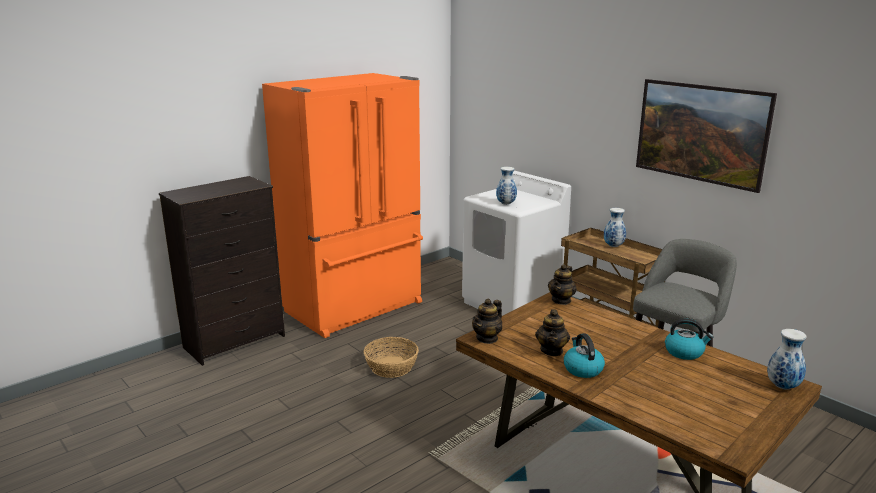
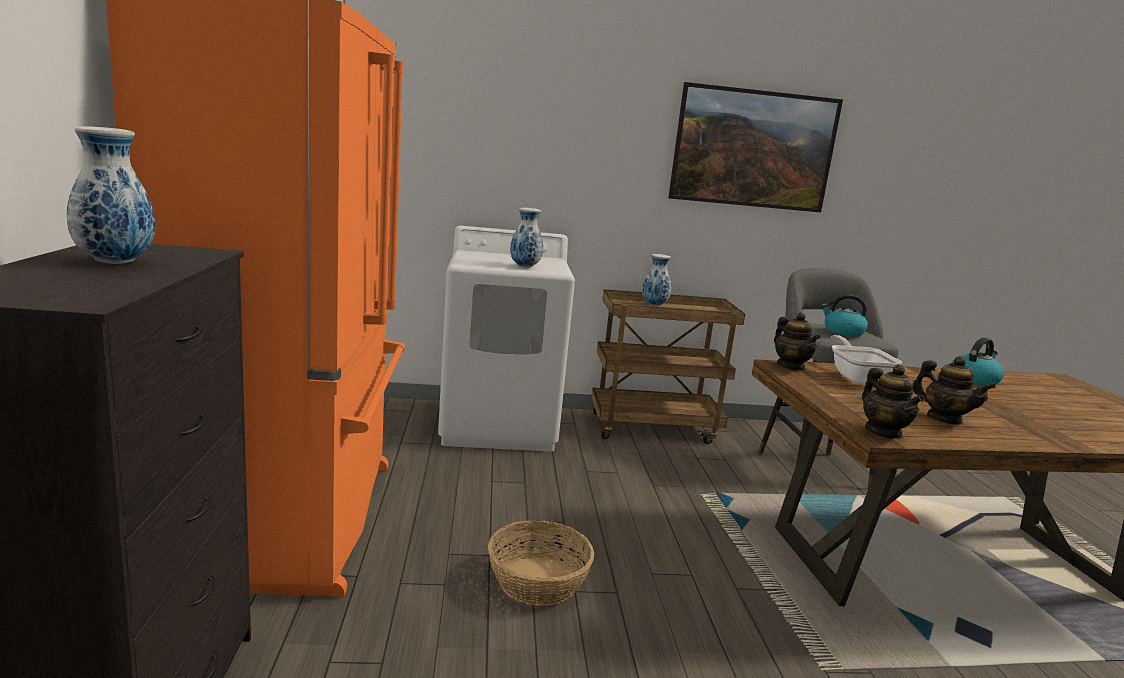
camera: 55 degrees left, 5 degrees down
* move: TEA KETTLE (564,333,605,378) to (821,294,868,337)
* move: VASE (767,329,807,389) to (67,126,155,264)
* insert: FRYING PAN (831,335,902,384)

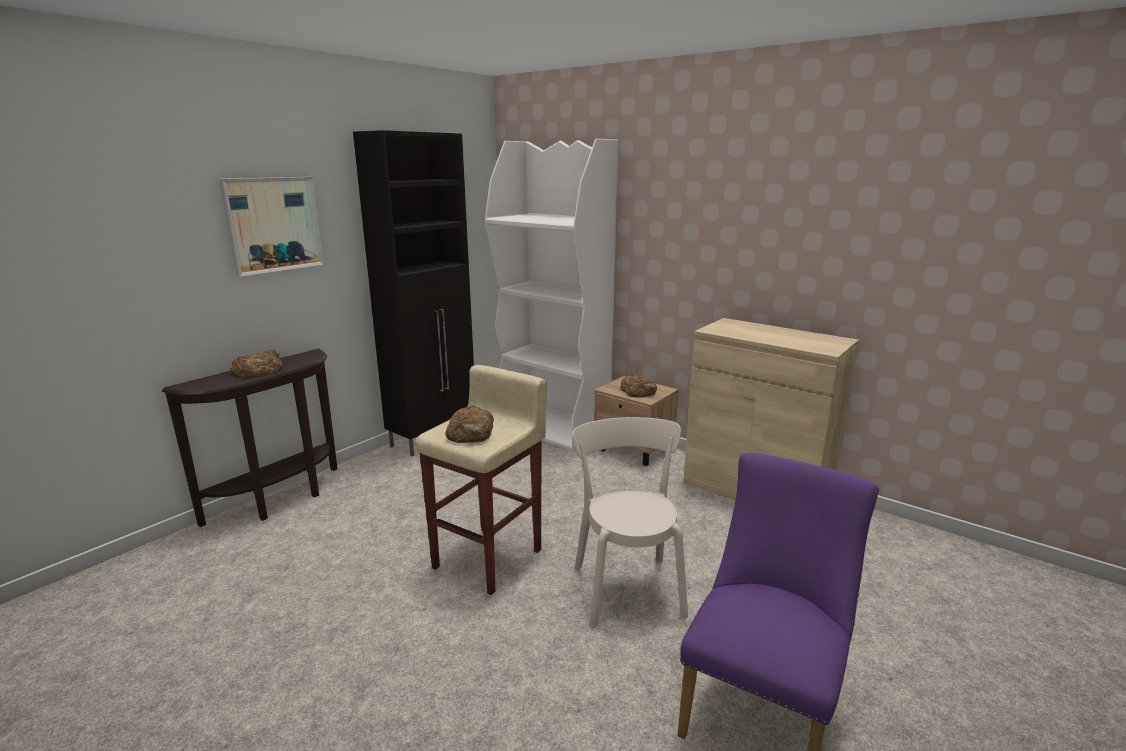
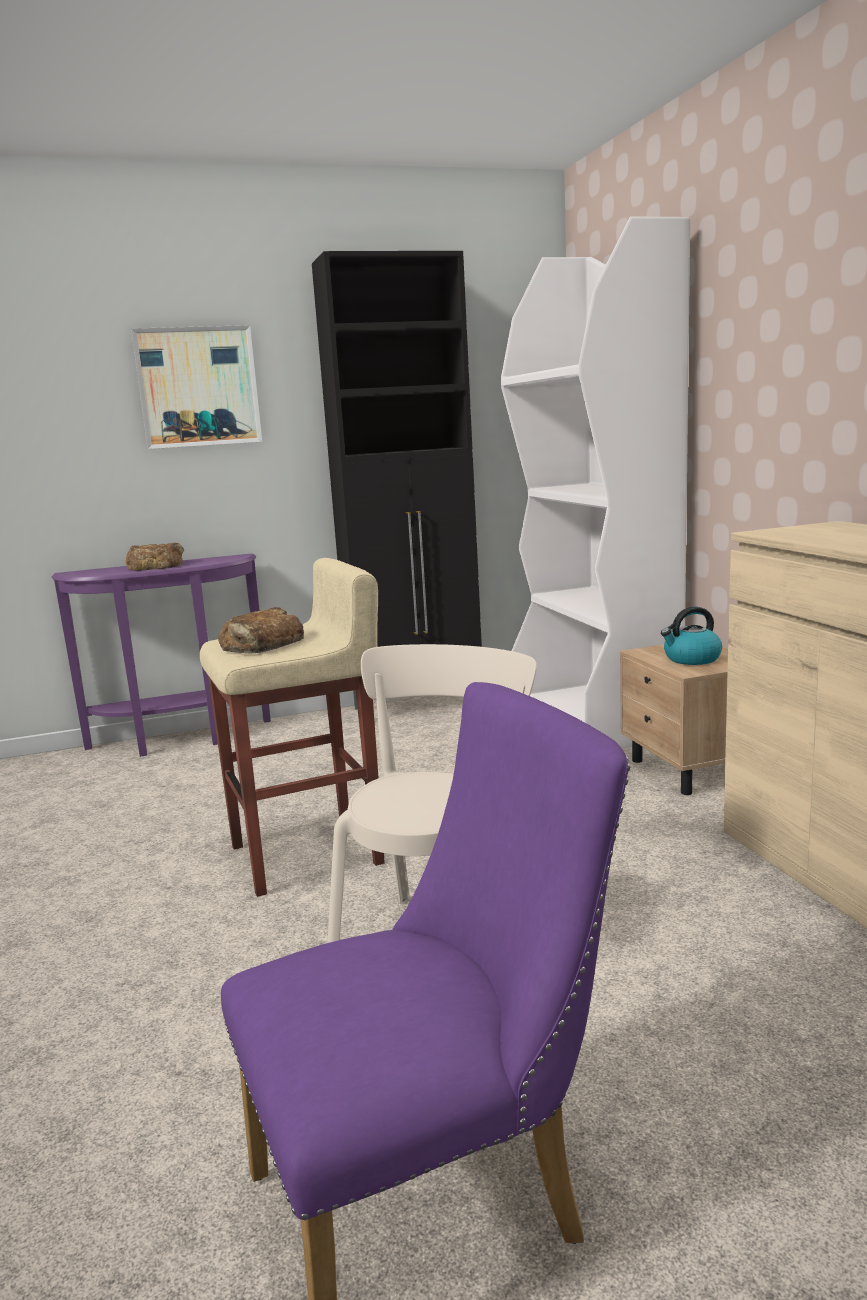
camera: 35 degrees right, 5 degrees down
* recolor: BROWN-COLOURED NARROW TABLE (162,349,337,527) to PURPLE-COLOURED NARROW TABLE (51,553,271,757)
* replace: BAKERY BREAD (620,373,657,398) to TEA KETTLE (661,607,722,665)

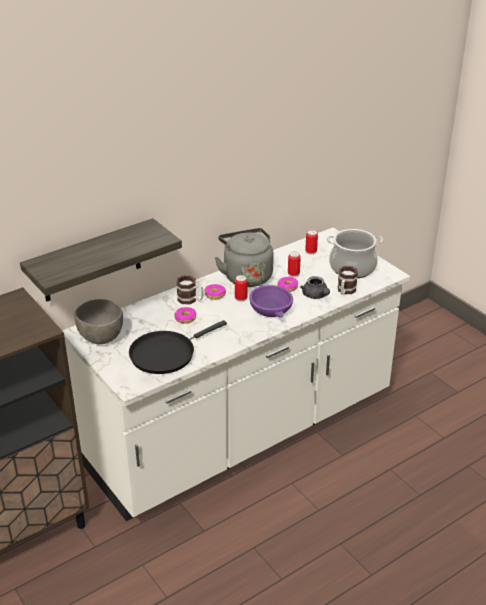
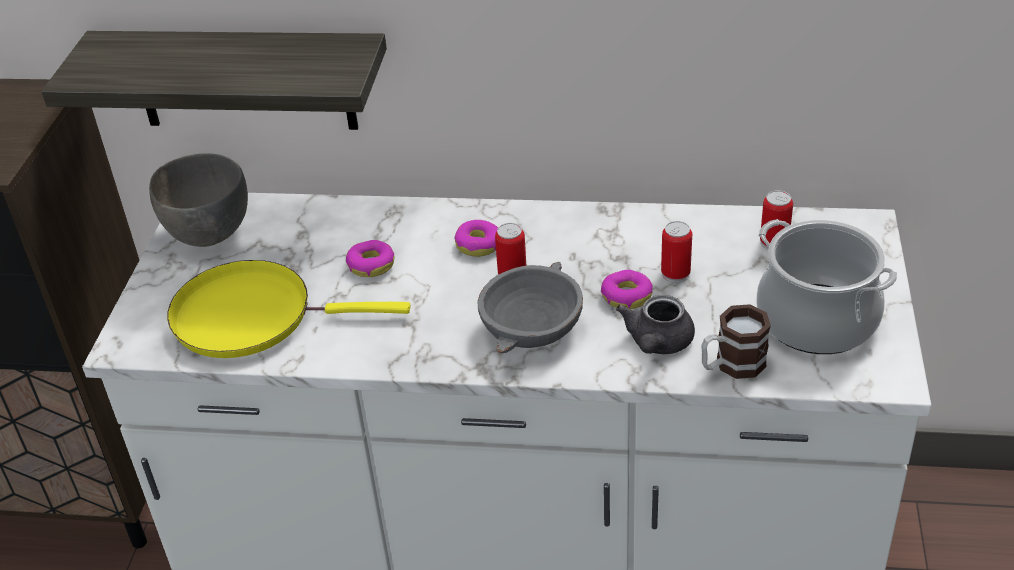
camera: 45 degrees right, 5 degrees up
* recolor: BLACK-COLOURED FRYING PAN (129,320,227,374) to YELLOW-COLOURED FRYING PAN (167,260,411,358)
* delete: COFFEE MUG (176,276,204,304)
* delete: GREYISH TEA KETTLE (215,228,274,287)
* recolor: PURPLE-COLOURED BOWL (249,284,293,317) to GREYISH BOWL (478,262,583,353)

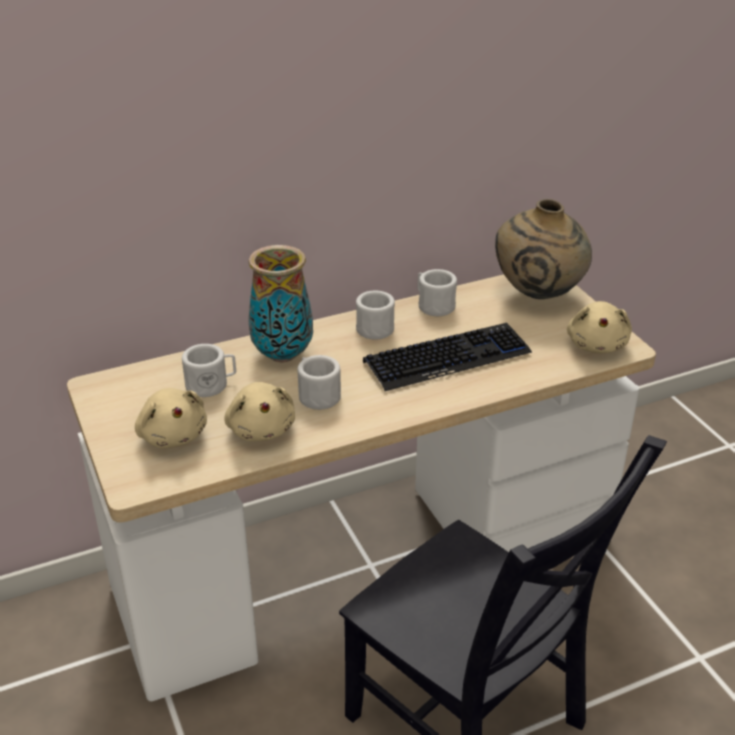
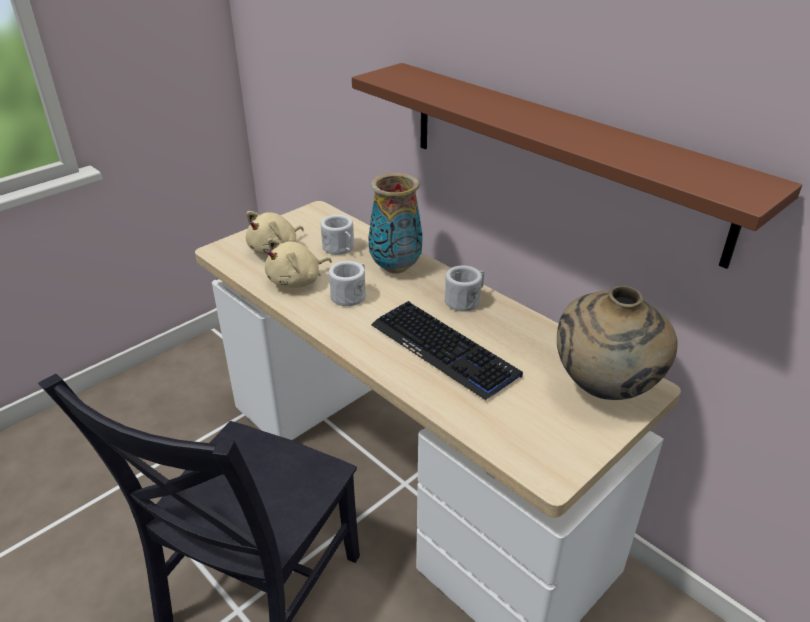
camera: 70 degrees right, 0 degrees up
* delete: WHITISH COFFEE MUG (418,269,457,316)
* delete: BEIGE-COLOURED PLUSH TOY (567,301,632,354)
* insert: BROWN-COLOURED WALL SHELF (352,63,802,269)

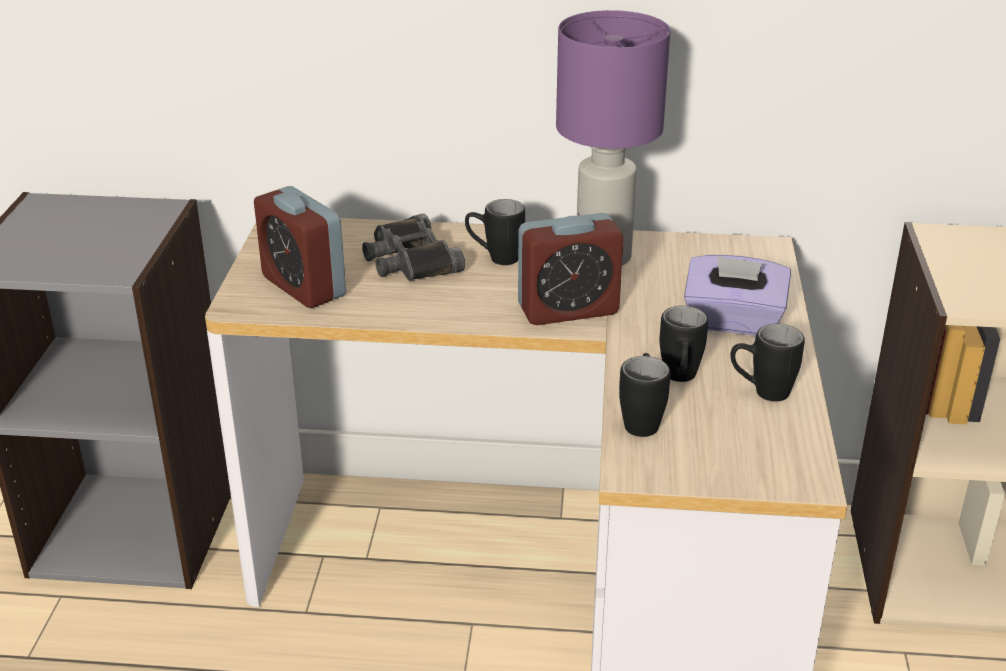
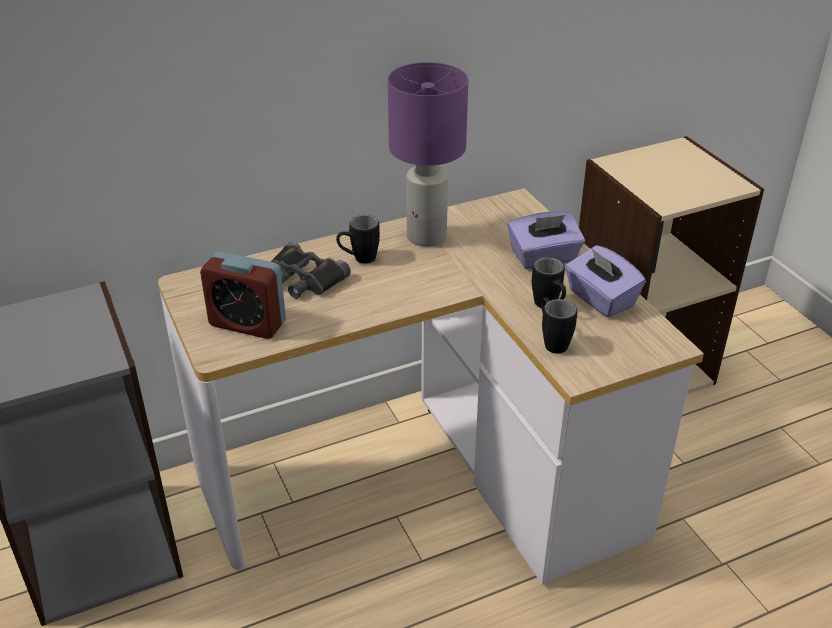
camera: 30 degrees left, 5 degrees up
* delete: BEDSIDE CLOCK (518,213,623,325)
* replace: BLACK-COLOURED COFFEE MUG (730,324,805,402) to PURPLE-COLOURED TISSUE BOX (565,245,646,317)

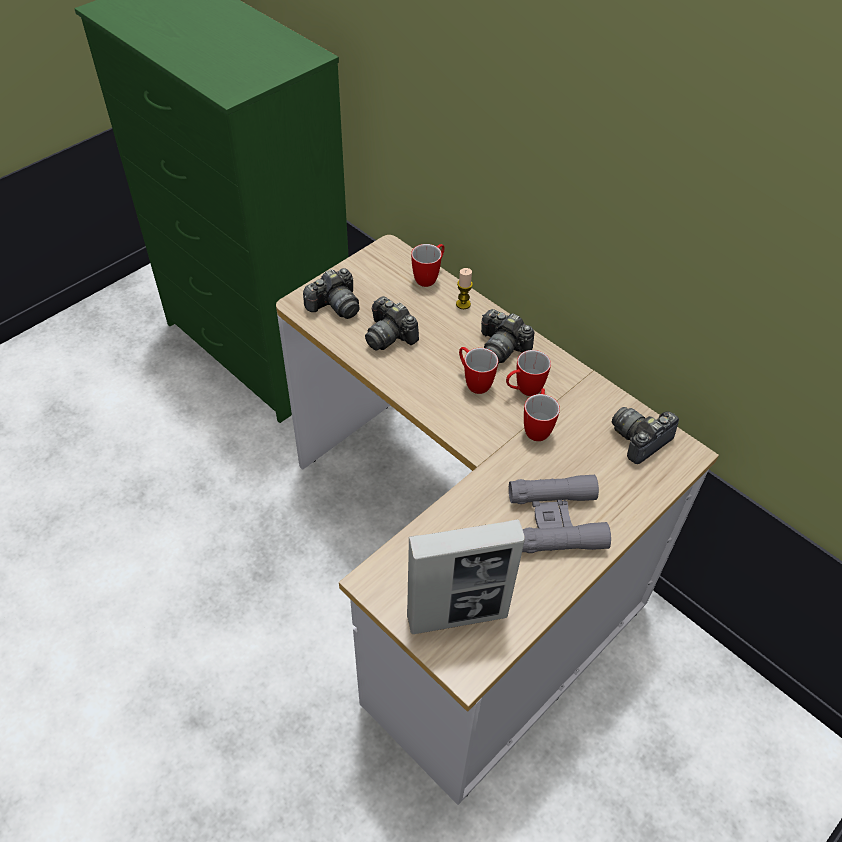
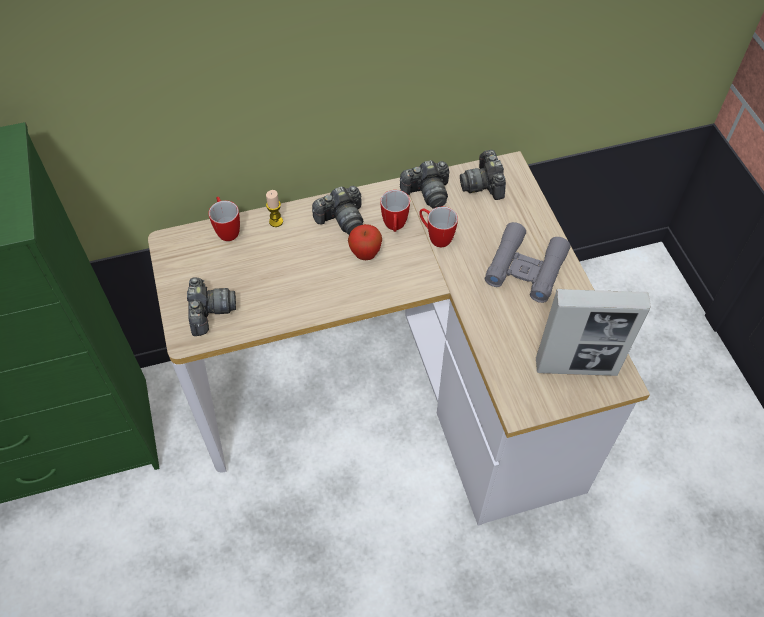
camera: 60 degrees left, 5 degrees up
* move: STILL CAMERA (365,296,419,351) to (400,160,449,209)
* rotate: PICTURE FRAME (407,519,525,634) = (536,289,651,376) 75 degrees clockwise
* replace: COFFEE MUG (459,347,498,394) to APPLE FRUIT (348,224,382,260)

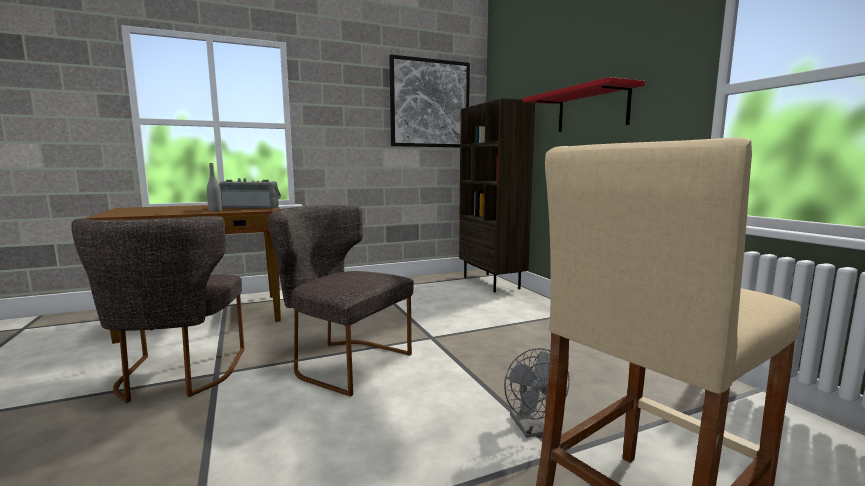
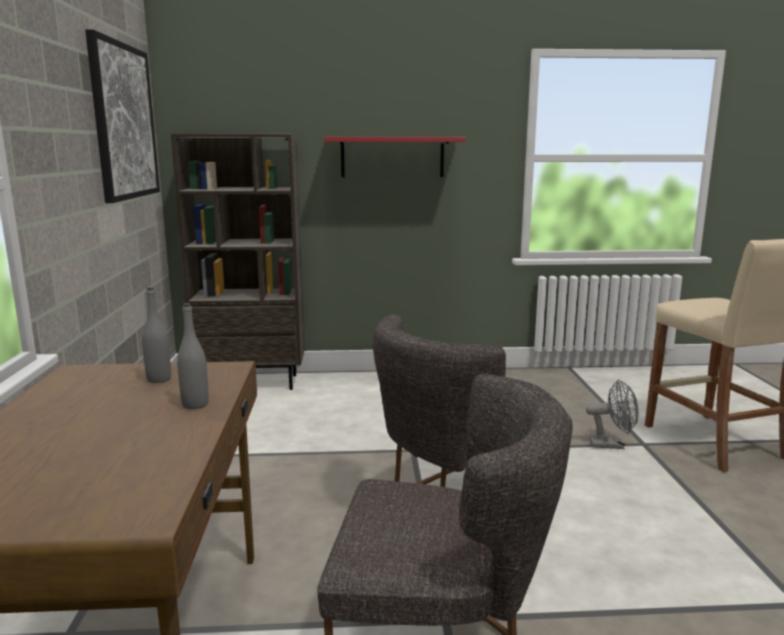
camera: 70 degrees left, 5 degrees up
* replace: RADIO RECEIVER (219,178,281,209) to GREYISH BOTTLE (142,287,171,383)

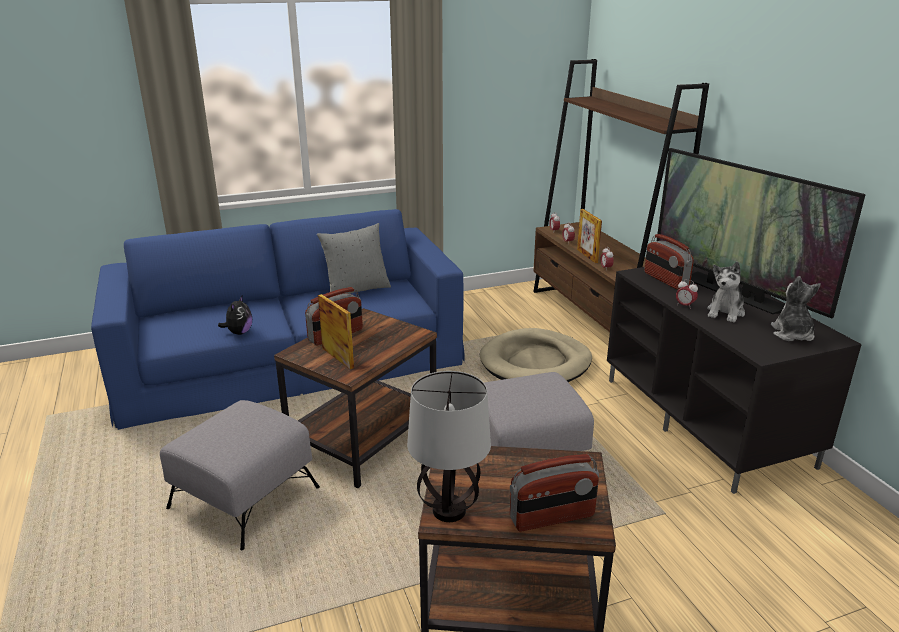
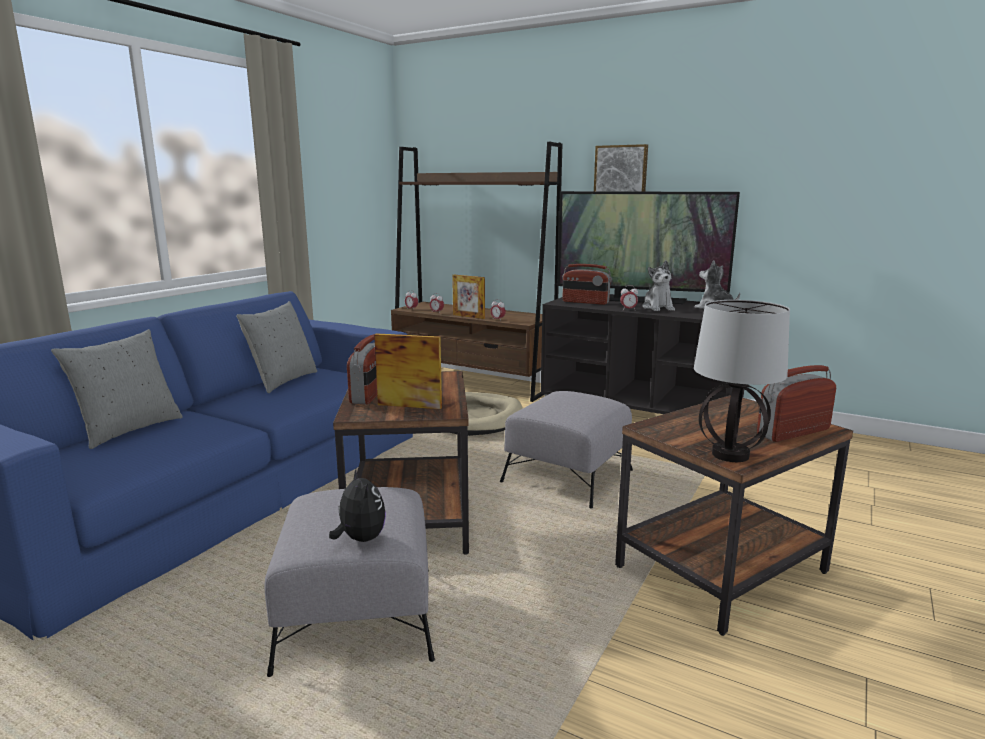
camera: 40 degrees left, 10 degrees down
* move: PLUSH TOY (218,296,252,335) to (329,469,386,542)
* rotate: RADIO RECEIVER (510,454,599,531) = (757,365,836,442) 150 degrees counterclockwise
* insert: GREYISH CUSHION (51,329,183,449)
* insert: PICTURE (594,144,648,192)

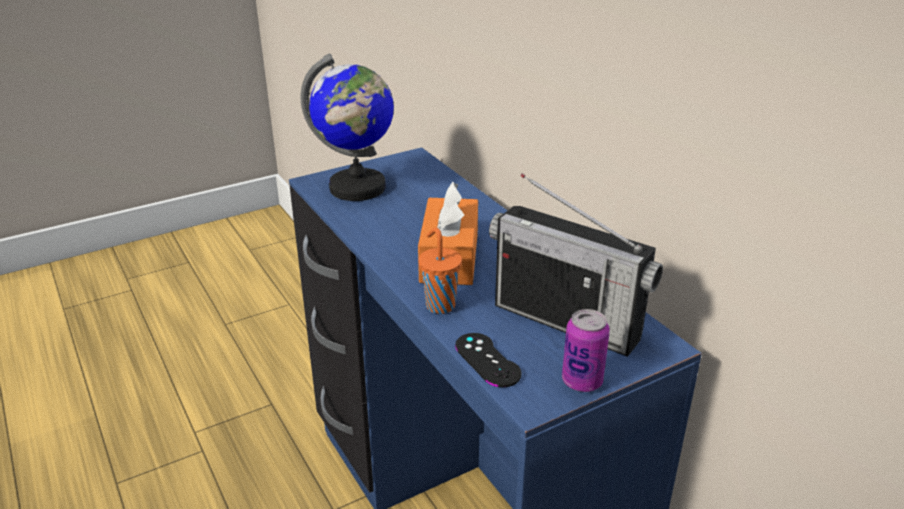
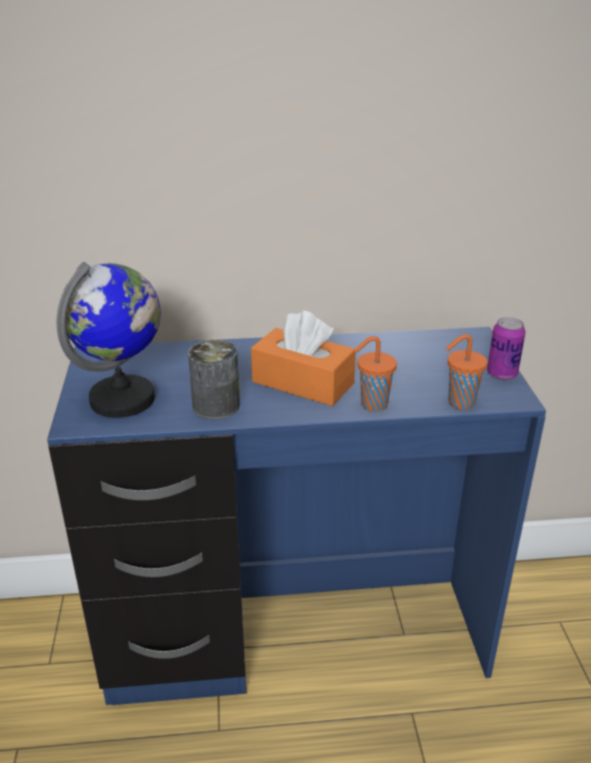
camera: 65 degrees left, 0 degrees up
* replace: BLACK-COLOURED GAME CONTROLLER (455,333,522,387) to ORANGE-COLOURED DRINKING CUP (446,334,488,410)
* delete: RADIO RECEIVER (489,174,663,357)
* insert: SEALED CAN (188,340,240,419)

